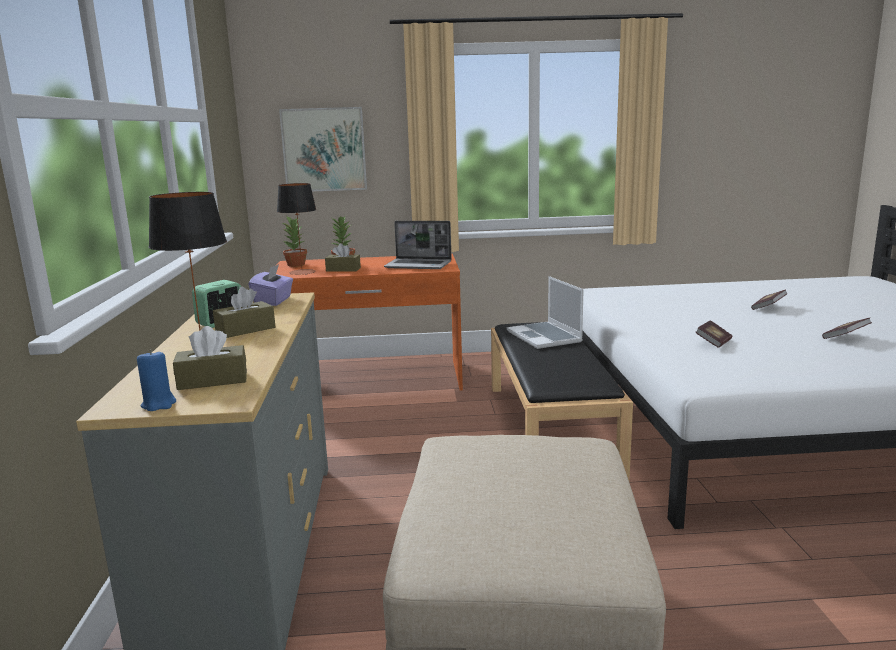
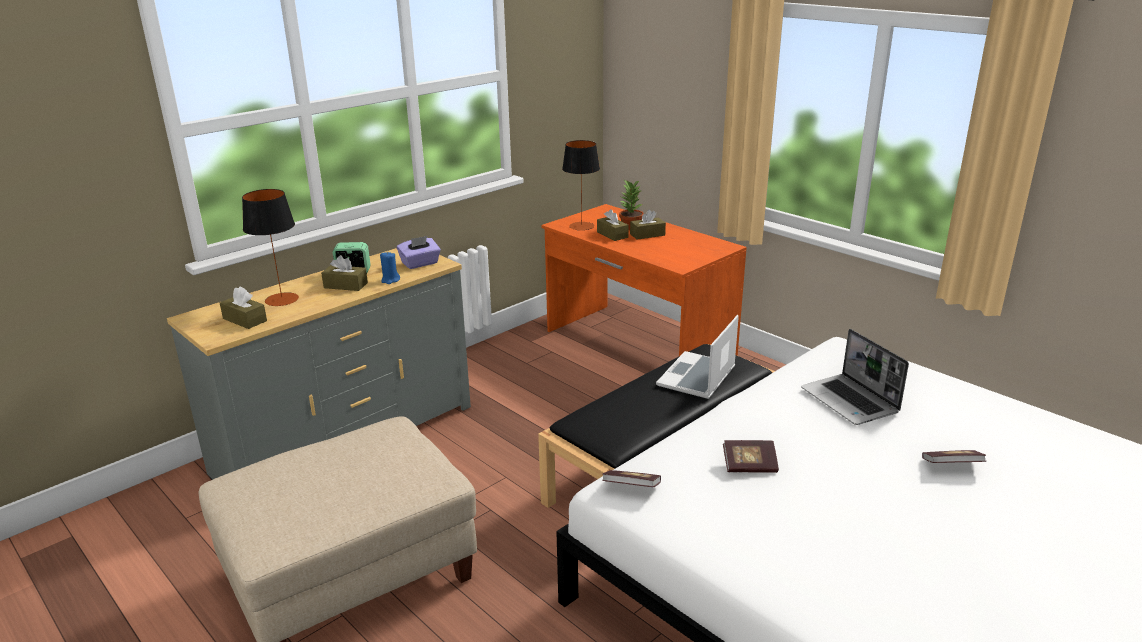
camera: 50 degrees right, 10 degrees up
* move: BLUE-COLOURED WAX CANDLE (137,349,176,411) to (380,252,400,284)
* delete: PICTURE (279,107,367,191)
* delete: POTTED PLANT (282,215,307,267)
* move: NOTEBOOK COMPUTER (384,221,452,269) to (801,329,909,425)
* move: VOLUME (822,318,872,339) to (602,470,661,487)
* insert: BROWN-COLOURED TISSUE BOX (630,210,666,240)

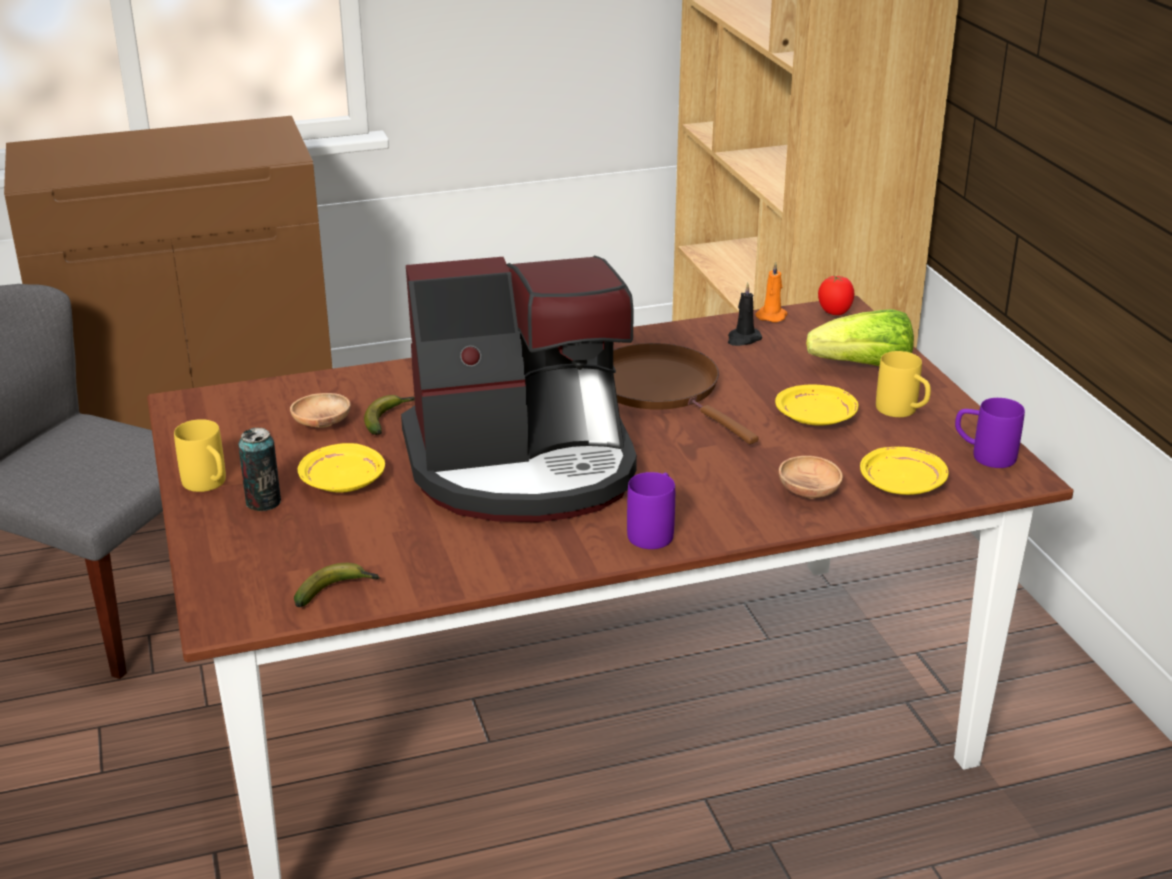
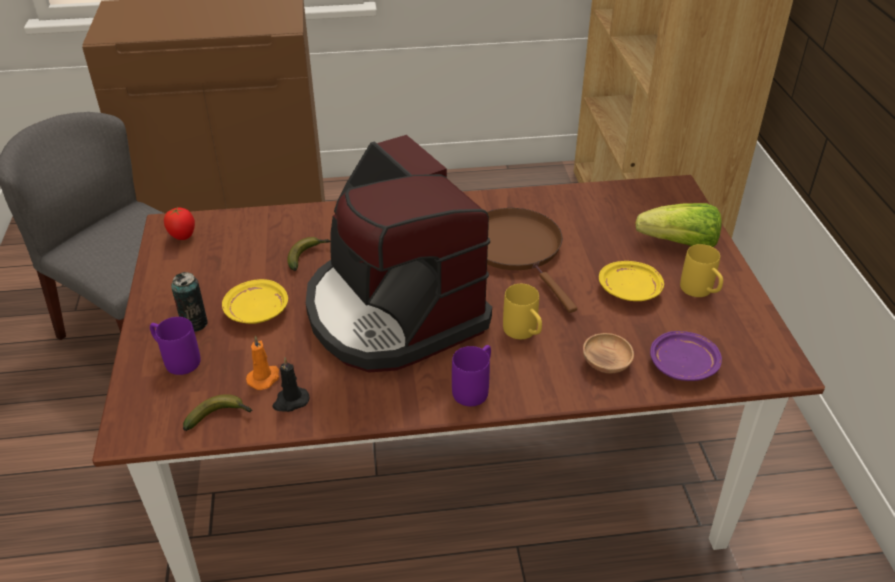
camera: 10 degrees right, 10 degrees up
* move: YELLOW-COLOURED COFFEE MUG (174,419,226,492) to (503,284,542,339)
* delete: BROWN-COLOURED BOWL (290,393,350,428)
* rotate: COFFEE MACHINE (401,256,637,522) = (306,135,492,373) 60 degrees clockwise
* move: BLACK-COLOURED WAX CANDLE (728,282,762,346) to (272,358,309,412)
* move: ORANGE-COLOURED WAX CANDLE (755,261,787,322) to (246,335,279,390)
* move: FRESH TOMATO (818,275,854,315) to (164,207,195,240)
* recolor: YELLOW-COLOURED DINNER PLATE (860,447,949,495) to PURPLE-COLOURED DINNER PLATE (650,331,722,381)
* move: PURPLE-COLOURED COFFEE MUG (955,398,1025,468) to (150,317,201,375)

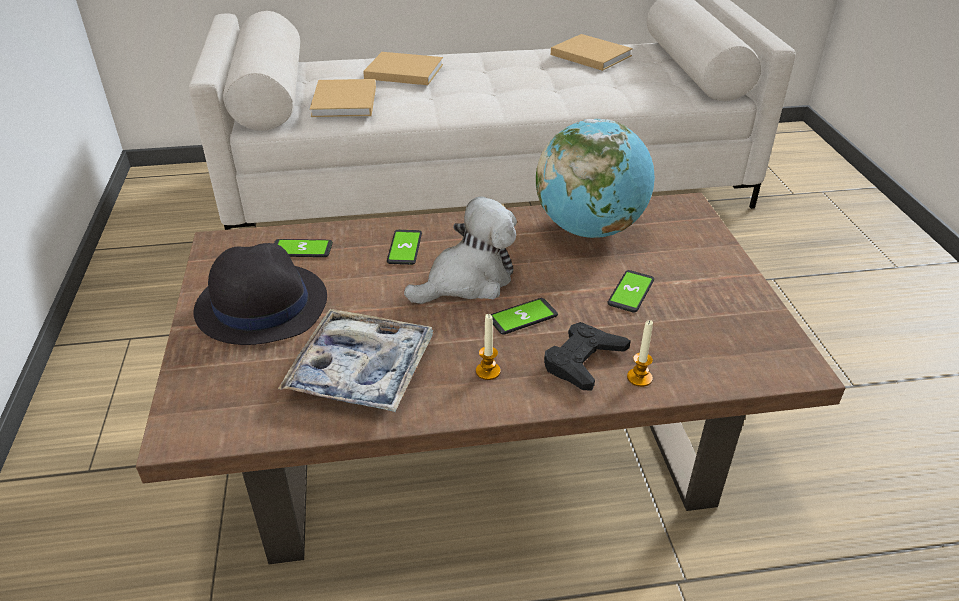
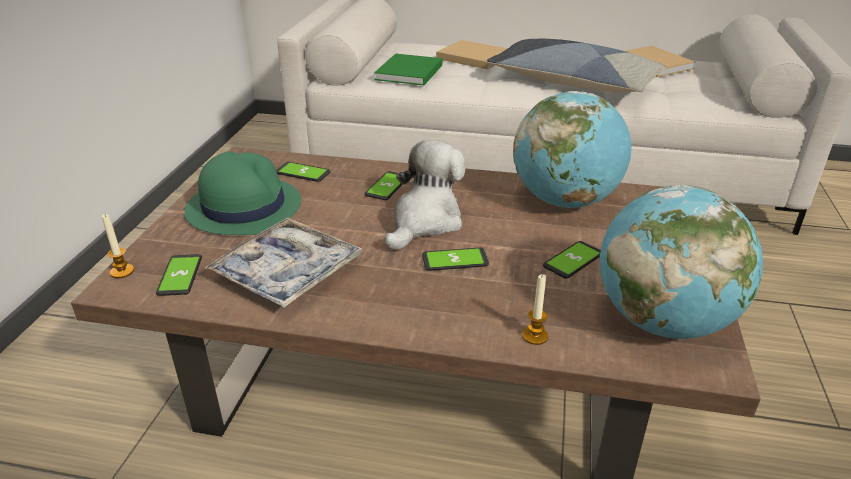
camera: 20 degrees right, 5 degrees down
* recolor: BLACK-COLOURED HAT (194,243,327,345) to GREENISH HAT (184,151,301,235)
* recolor: BEIGE-COLOURED VOLUME (310,79,376,117) to GREENISH VOLUME (374,54,442,85)
* rotate: PLUSH TOY (404,197,517,304) = (385,140,466,250) 45 degrees counterclockwise
* move: WAX CANDLE (476,314,501,380) to (102,214,134,278)
* delete: BLACK-COLOURED GAME CONTROLLER (544,322,631,391)
* insert: PHONE (156,254,202,296)
* insert: CUSHION (487,39,666,92)
* insert: WORLD GLOBE (599,185,763,339)

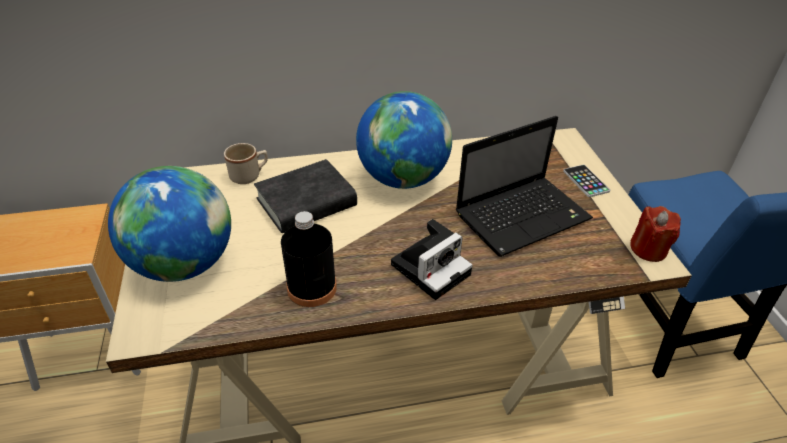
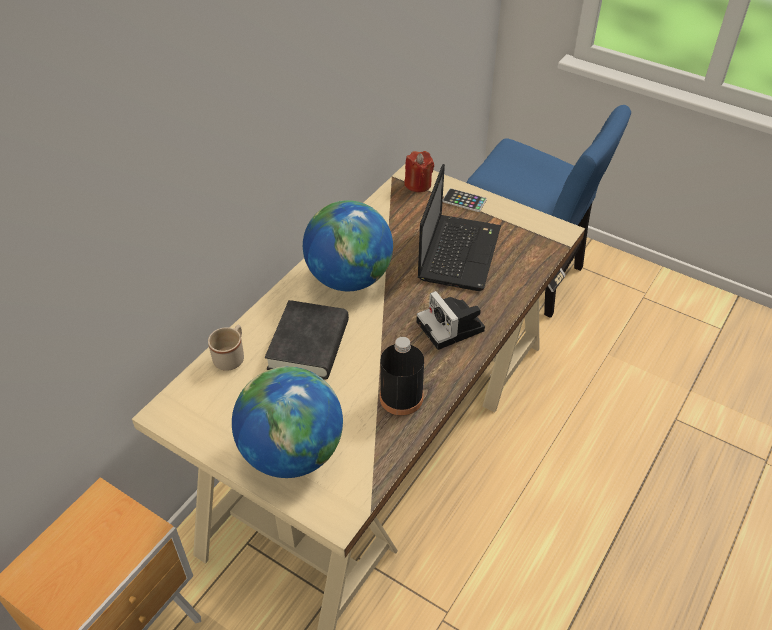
camera: 45 degrees left, 5 degrees up
* rotate: STILL CAMERA (391,219,473,300) = (417,291,485,350) 150 degrees clockwise
* move: REDDISH WAX CANDLE (630,206,681,262) to (405,151,434,192)

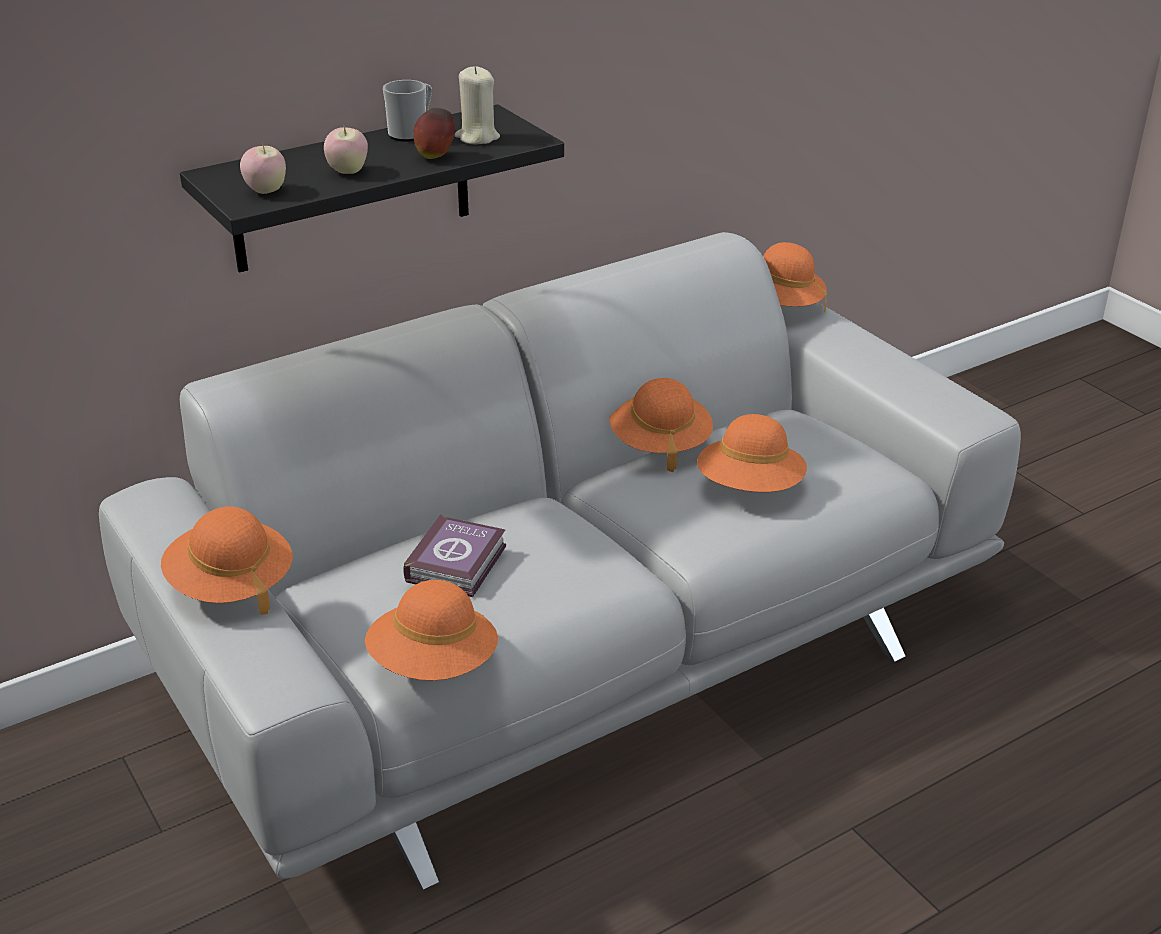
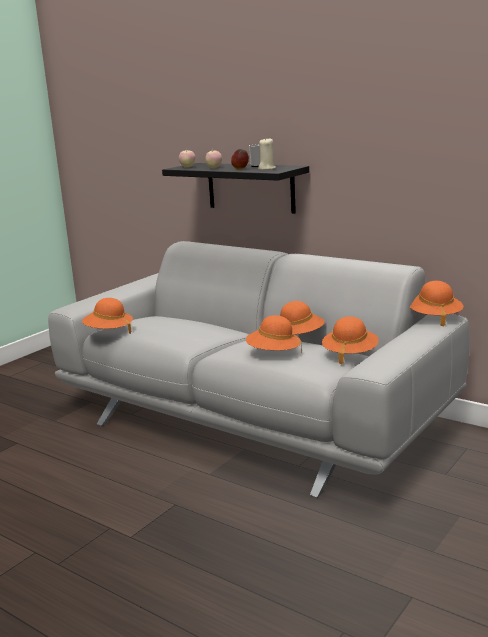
camera: 70 degrees right, 15 degrees down
* move: ORANGE-COLOURED HAT (161,506,293,615) to (322,316,379,365)
* delete: VOLUME (403,514,506,597)

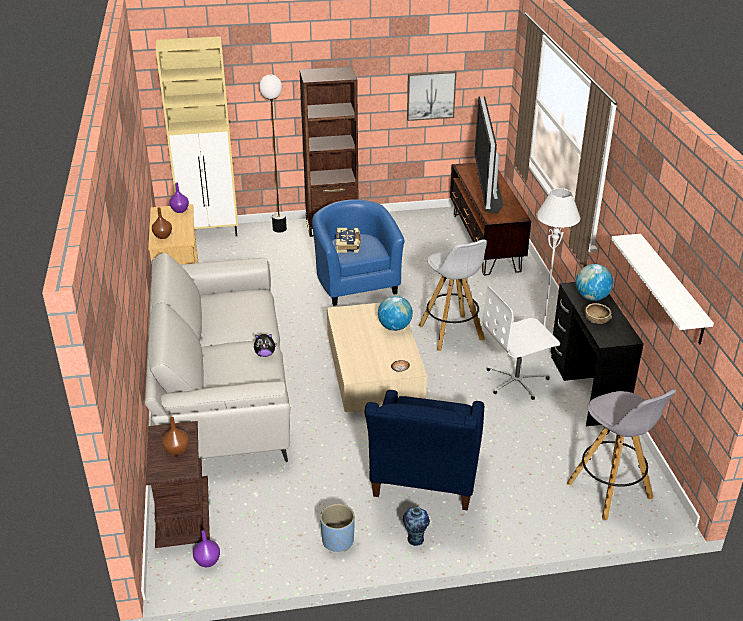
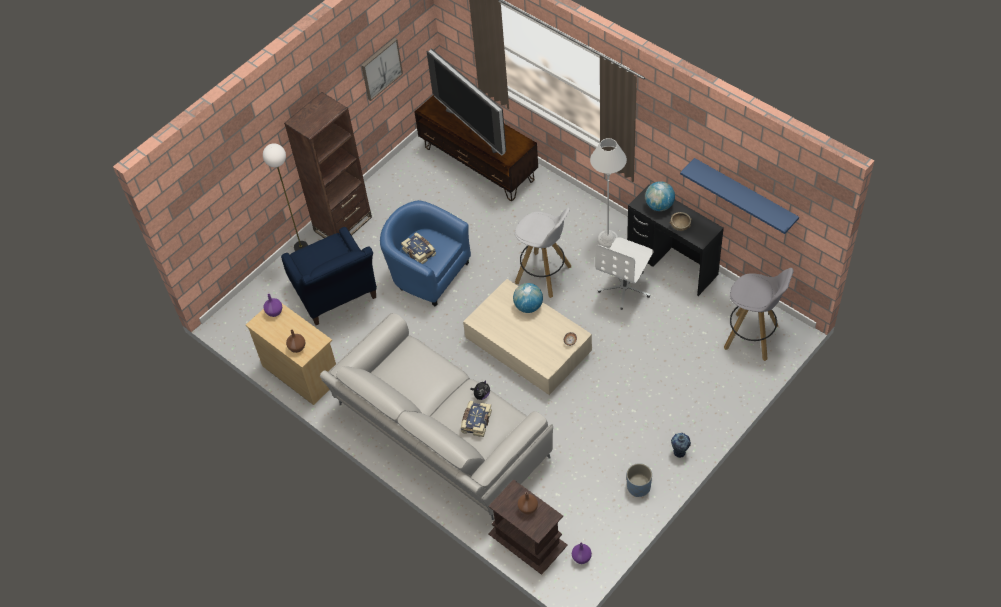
camera: 35 degrees left, 20 degrees up
* delete: BEIGE-COLOURED CABINET (156,36,238,236)
* move: BLUE-COLOURED EASY CHAIR (365,390,484,510) to (281,227,377,325)
* recolor: WHITISH WALL SHELF (611,234,714,344) to BLUE-COLOURED WALL SHELF (680,158,799,234)
* insert: VOLUME (461,401,492,437)

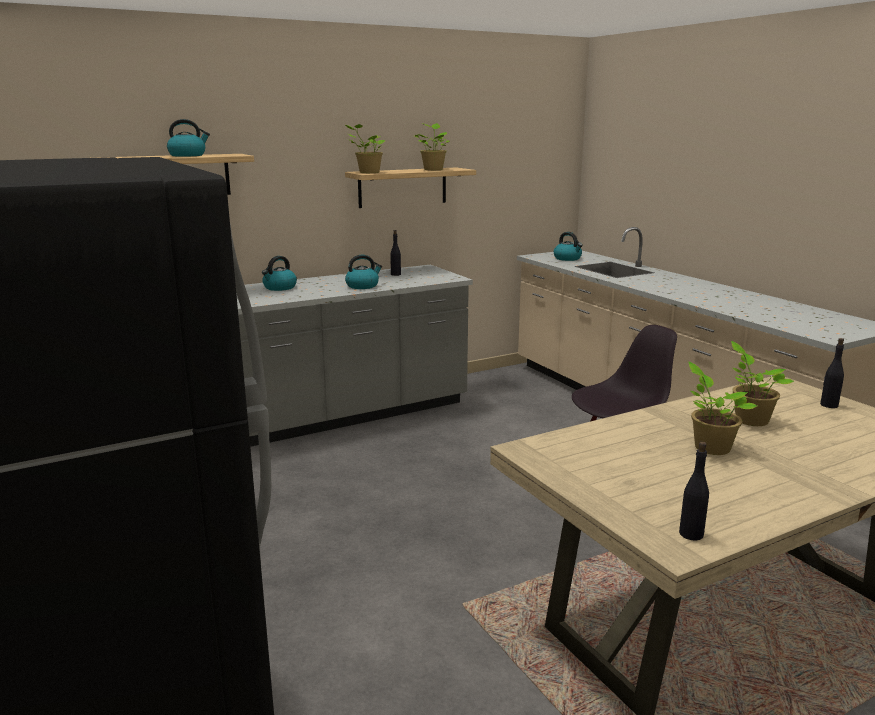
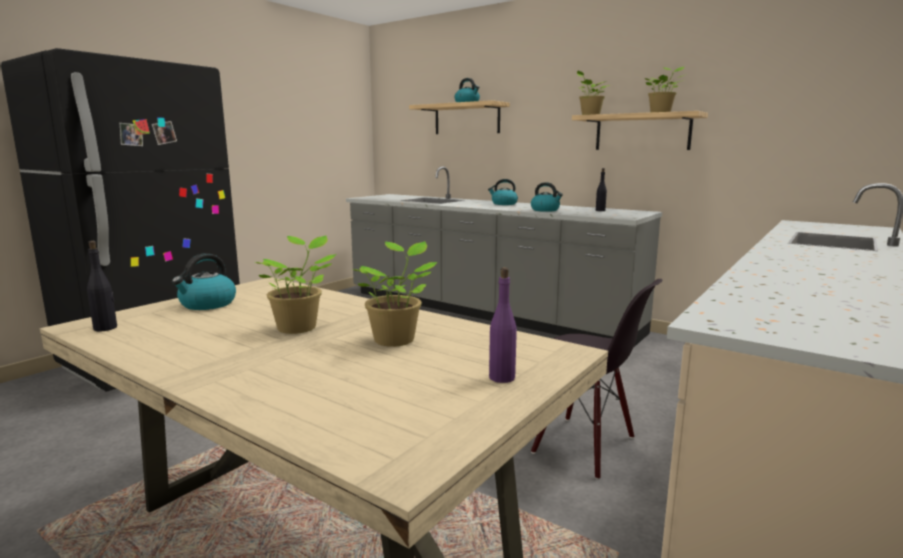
camera: 65 degrees right, 5 degrees down
* move: TEA KETTLE (554,232,583,261) to (172,253,236,310)
* recolor: BLACK-COLOURED BOTTLE (820,338,844,408) to PURPLE-COLOURED BOTTLE (489,267,517,383)

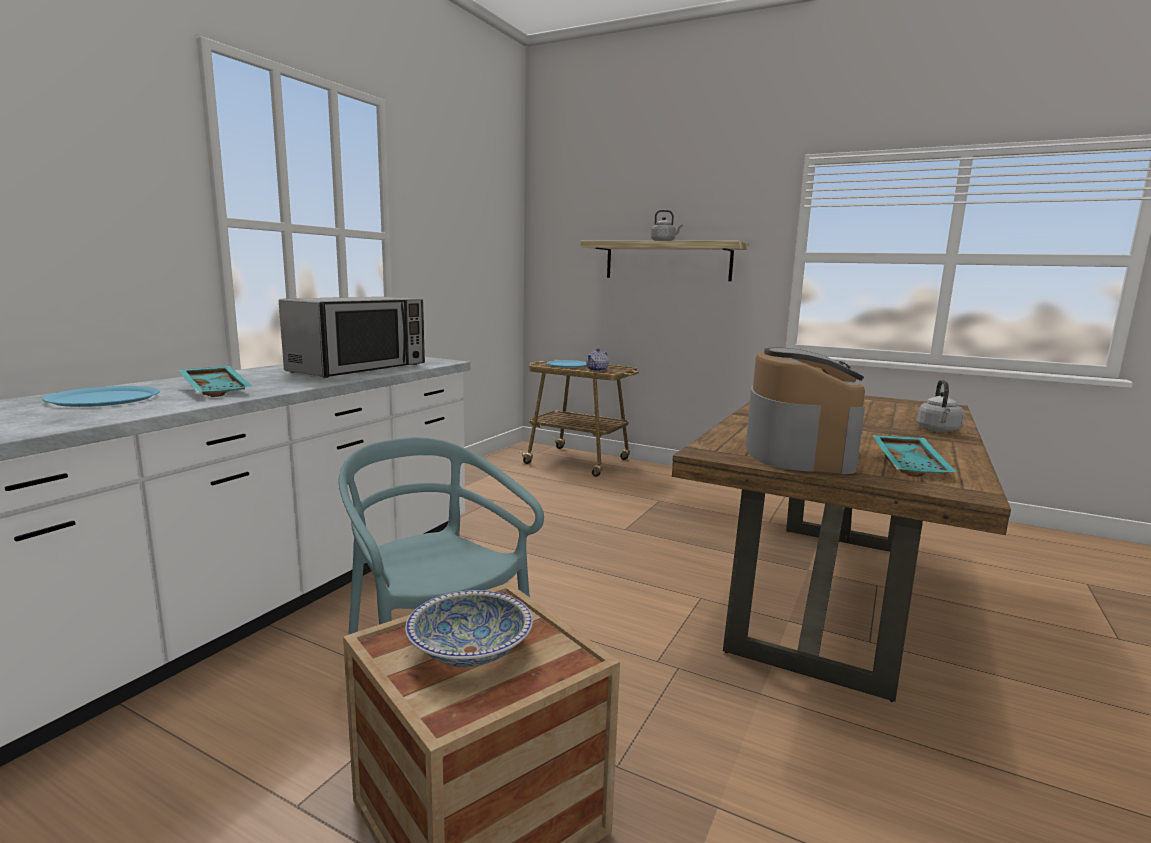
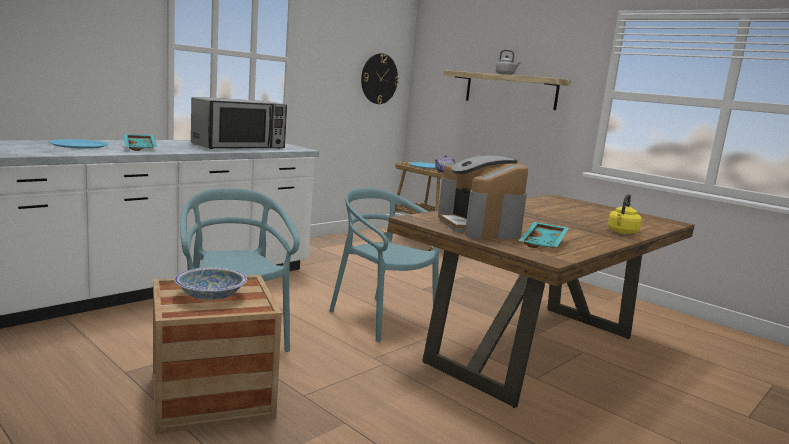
camera: 15 degrees right, 0 degrees up
* rotate: COFFEE MACHINE (746,347,865,474) = (438,155,528,239) 135 degrees clockwise
* recolor: GREYISH TEA KETTLE (917,380,964,432) to YELLOW-COLOURED TEA KETTLE (608,194,642,234)
* insert: BLUE-GREEN UPRIGHT CHAIR (329,188,439,342)
* insert: WALL CLOCK (361,53,399,104)

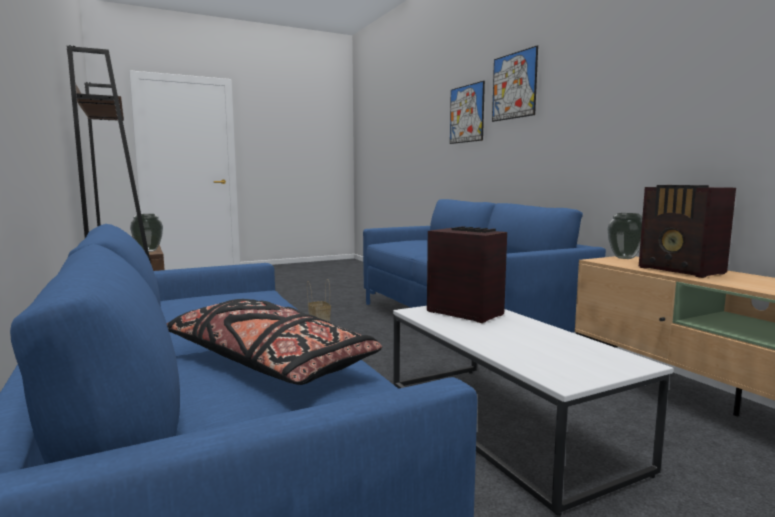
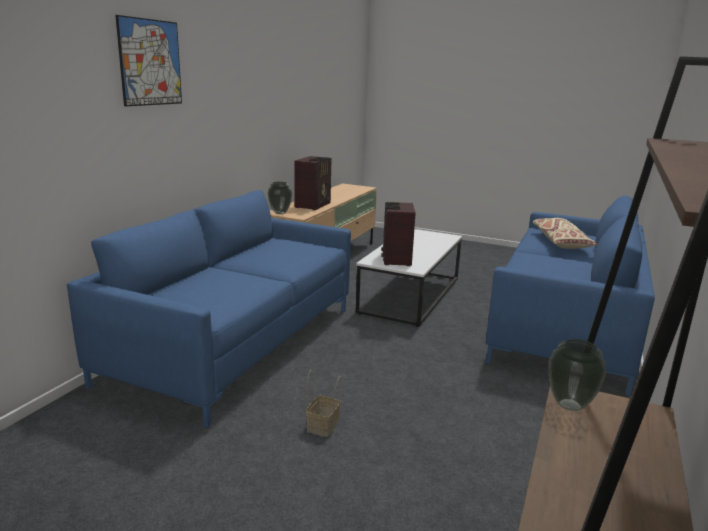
camera: 130 degrees left, 10 degrees up
* recolor: BLACK-COLOURED CUSHION (167,299,382,385) to BEIGE-COLOURED CUSHION (533,218,597,249)
* delete: PICTURE (450,81,485,144)

